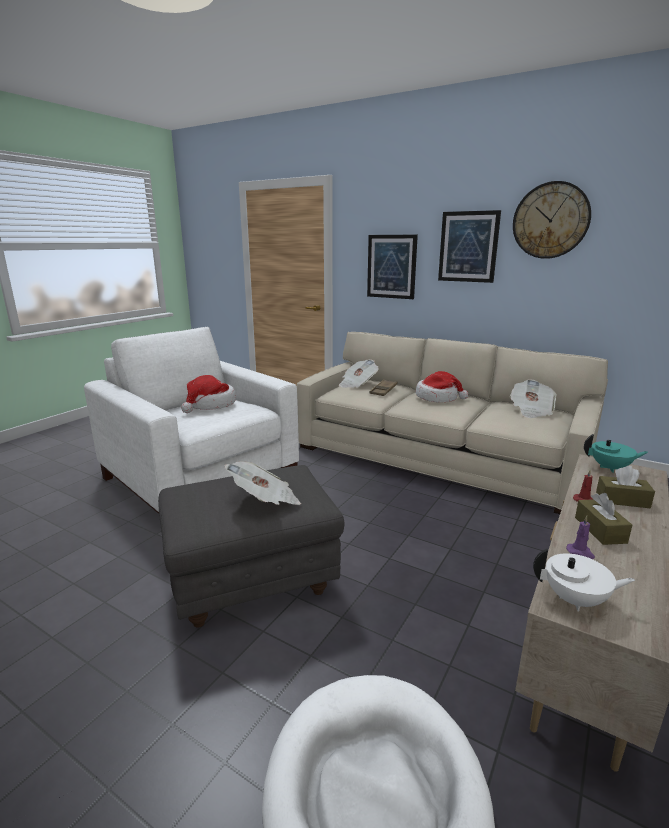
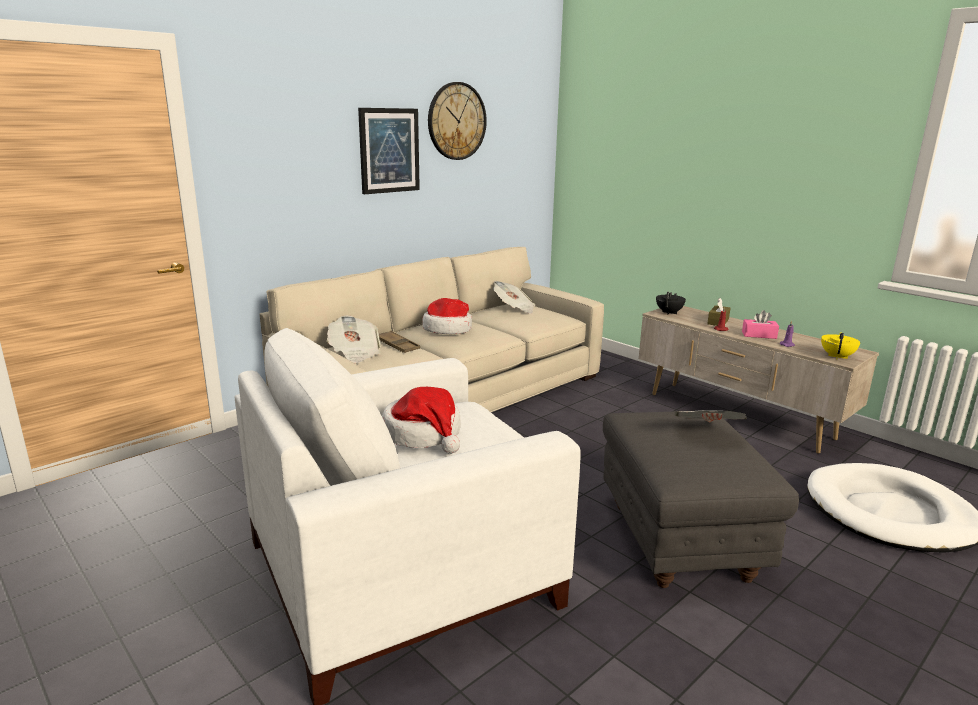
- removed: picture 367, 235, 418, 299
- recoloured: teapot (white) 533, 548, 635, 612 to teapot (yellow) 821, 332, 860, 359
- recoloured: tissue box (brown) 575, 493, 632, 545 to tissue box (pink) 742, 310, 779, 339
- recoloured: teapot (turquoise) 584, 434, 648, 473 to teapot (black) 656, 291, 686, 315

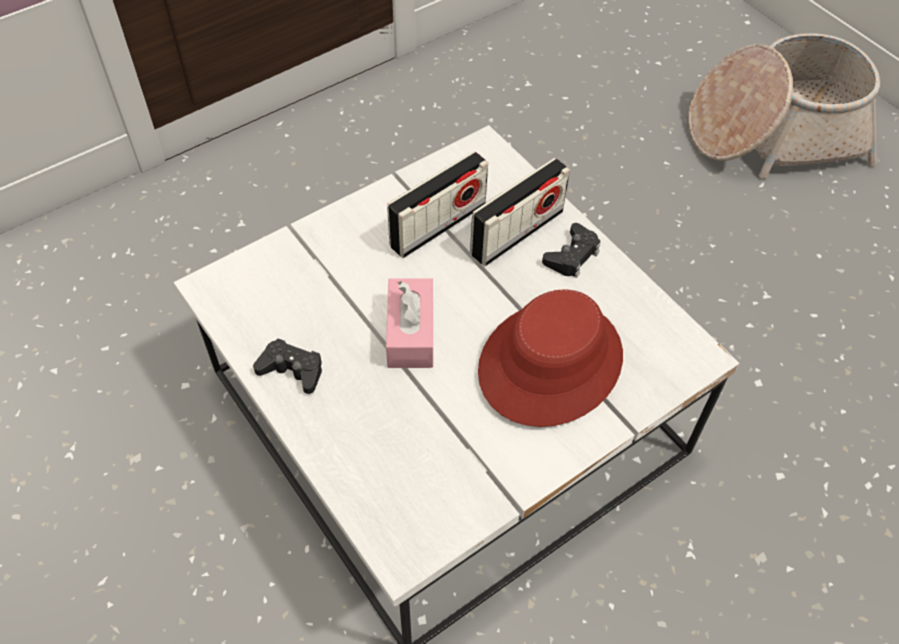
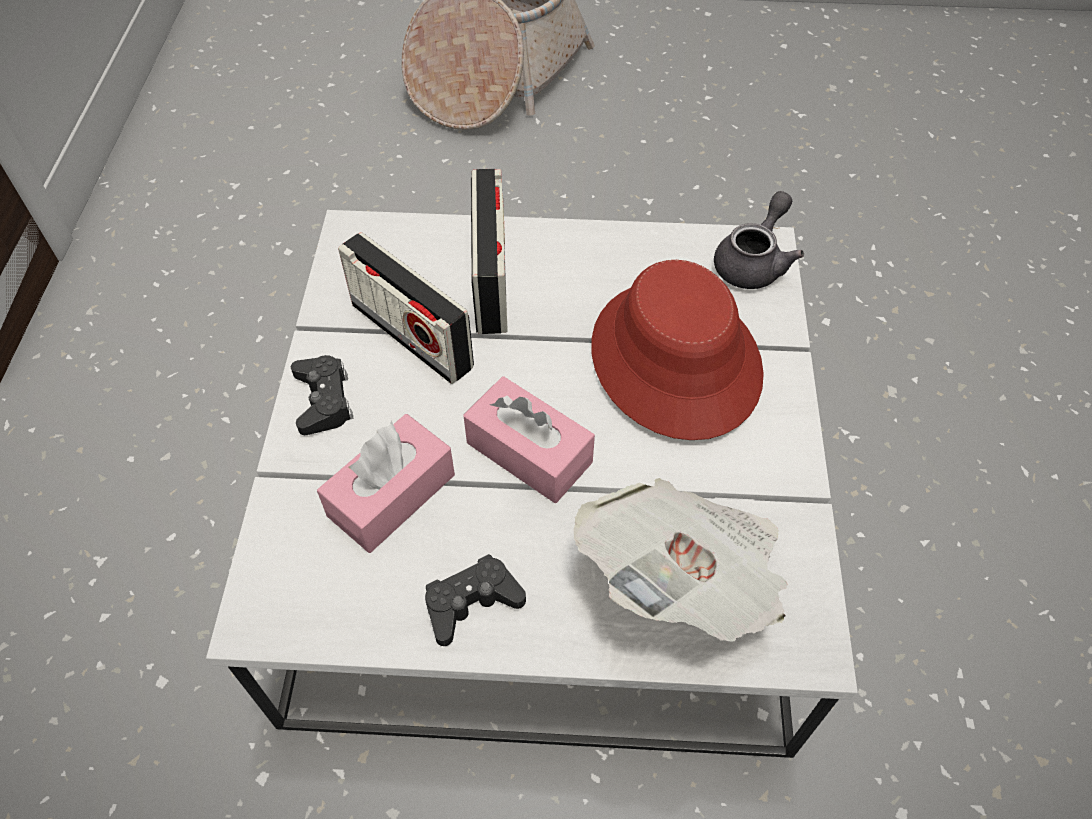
- added: tissue box (pink) 317, 414, 455, 553
- added: newspaper 574, 478, 788, 642
- added: teapot (grey) 714, 191, 804, 289
- moved: game controller (black) 542, 223, 600, 278 to 291, 355, 353, 435
- turned: radio 387, 151, 488, 258 = 338, 232, 474, 384 135 degrees clockwise

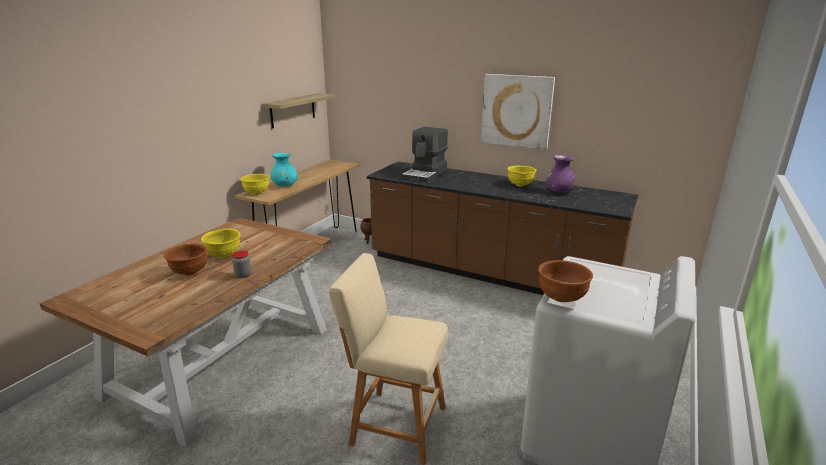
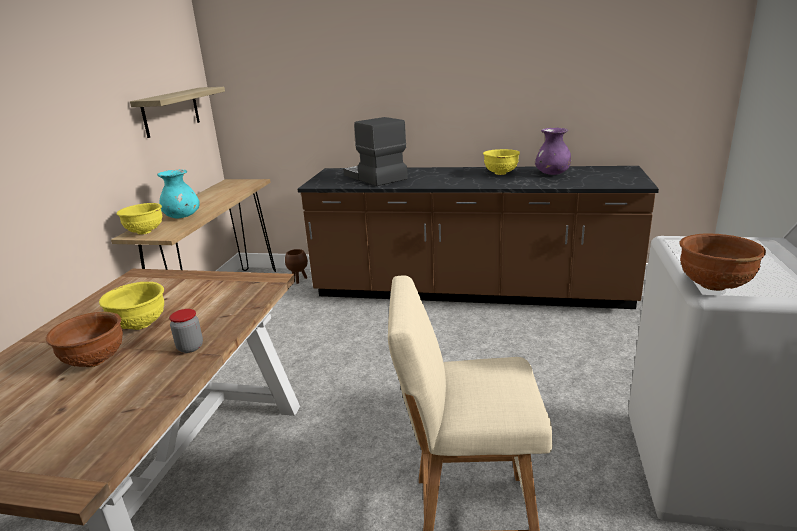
- removed: picture 481, 74, 555, 150
- turned: coffee machine 402, 127, 448, 183 = 343, 117, 408, 186 135 degrees clockwise

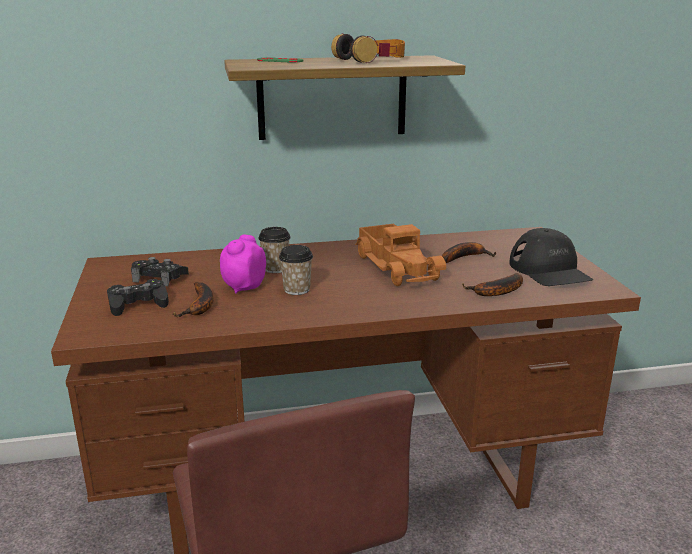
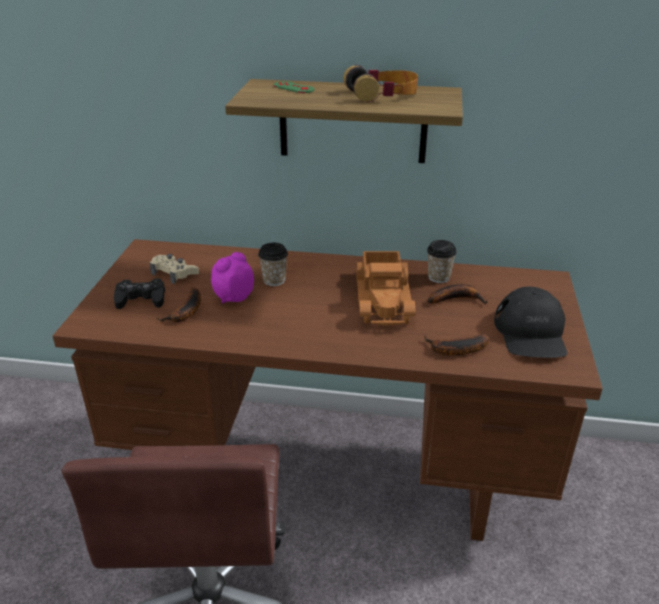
- moved: cup 279, 245, 313, 295 to 427, 240, 457, 283
- recoloured: game controller (black) 131, 257, 189, 286 to game controller (beige) 150, 254, 199, 284

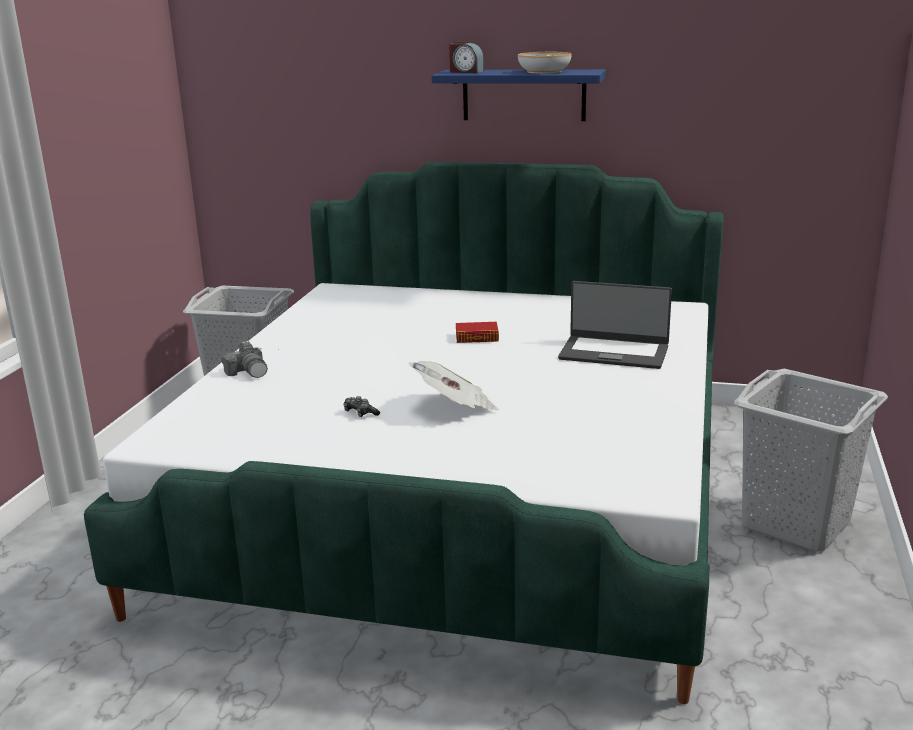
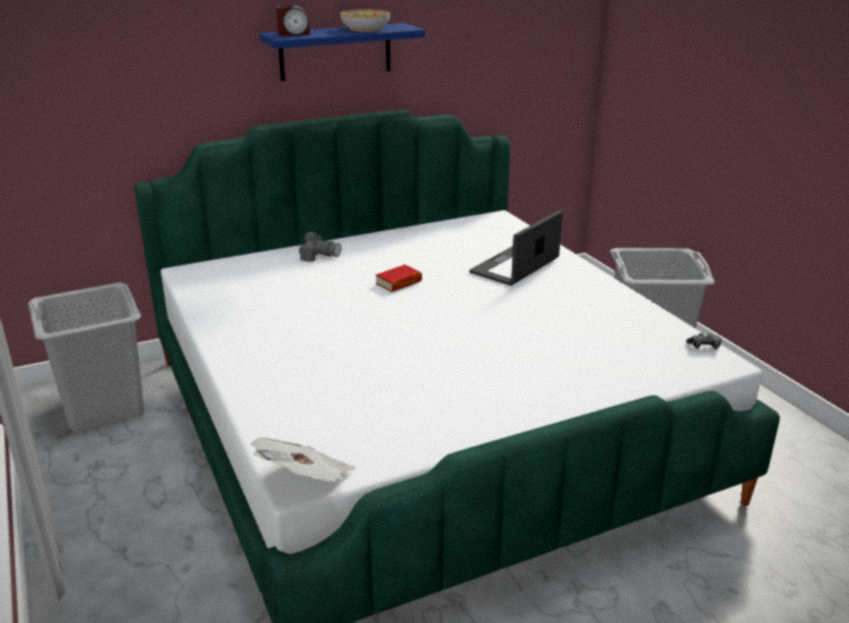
- moved: photo camera 221, 341, 268, 378 to 299, 232, 341, 262
- moved: game controller 343, 396, 380, 417 to 686, 333, 722, 350
- moved: newspaper 409, 361, 499, 410 to 251, 437, 355, 483
- turned: laptop 558, 281, 672, 369 = 469, 210, 563, 286 150 degrees clockwise

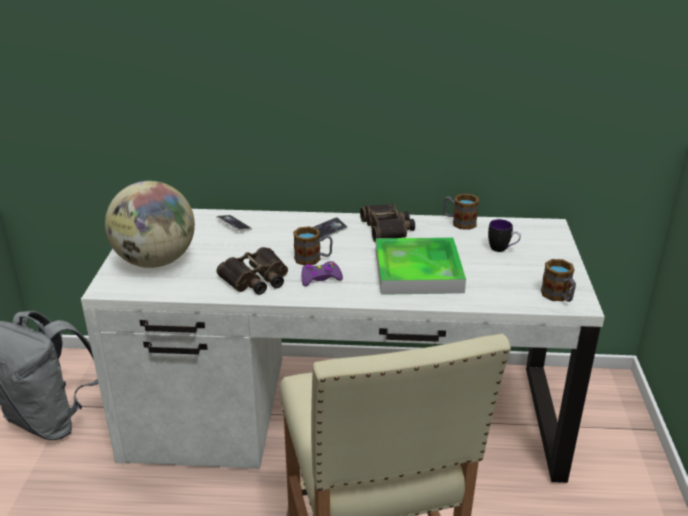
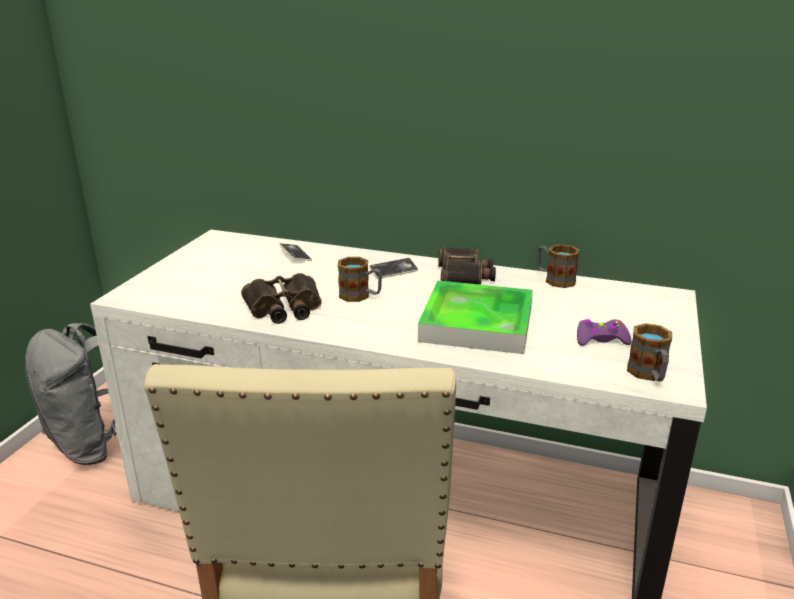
- removed: globe 105, 181, 195, 268
- removed: mug 488, 219, 521, 252
- moved: game controller (purple) 301, 261, 343, 286 to 577, 319, 632, 346

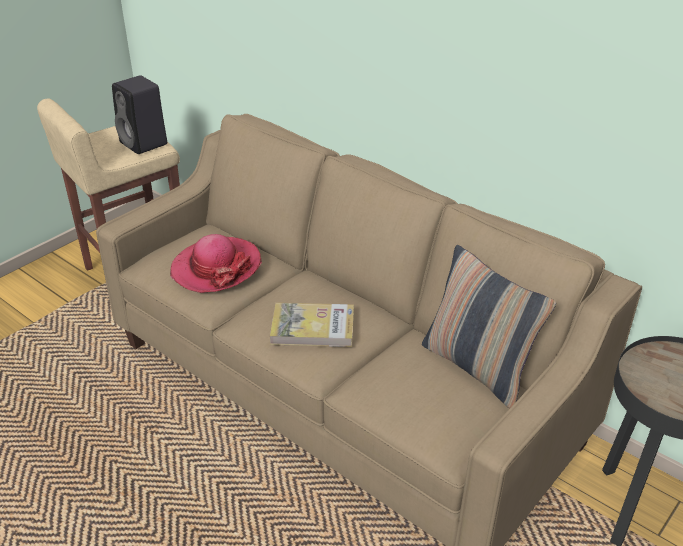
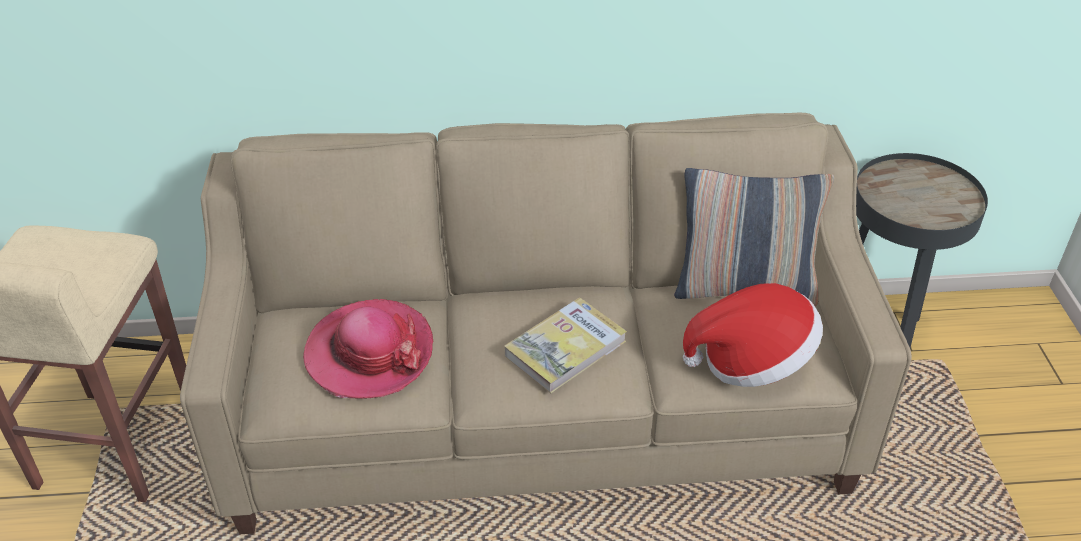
- removed: speaker (black) 112, 75, 167, 154
- added: hat 683, 283, 823, 387

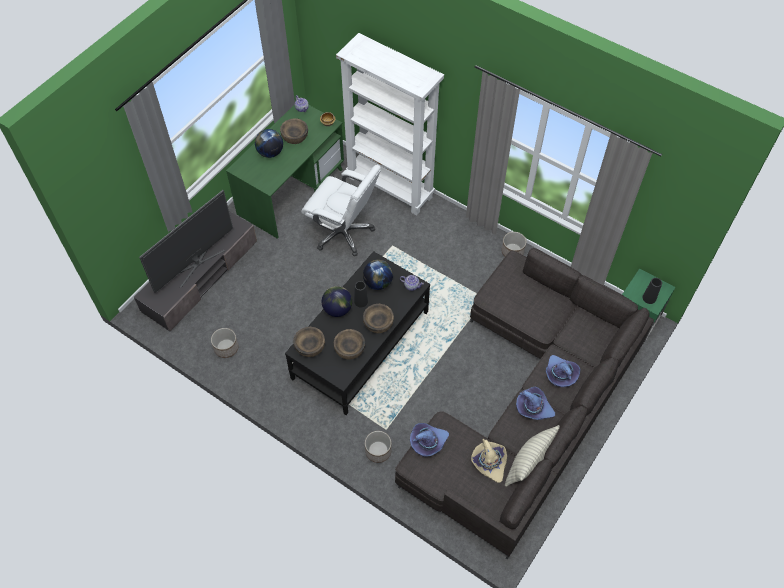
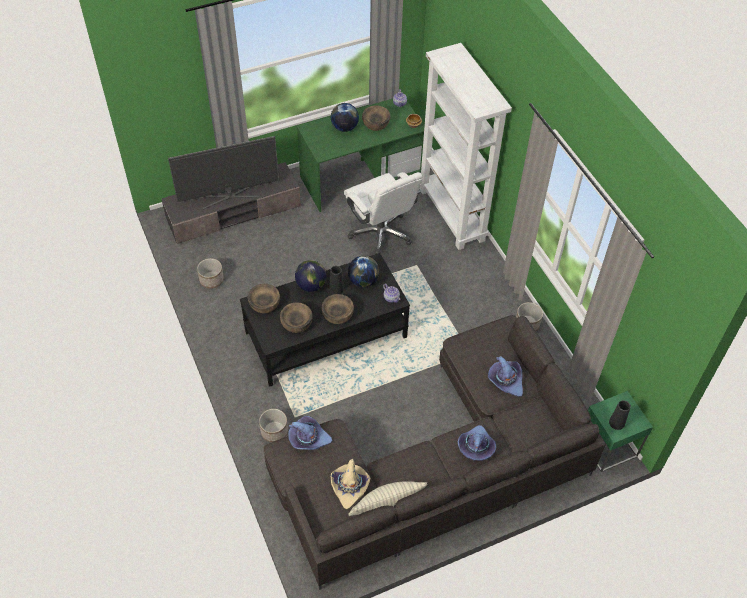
- moved: hat (purple) 516, 387, 555, 420 to 488, 356, 523, 397

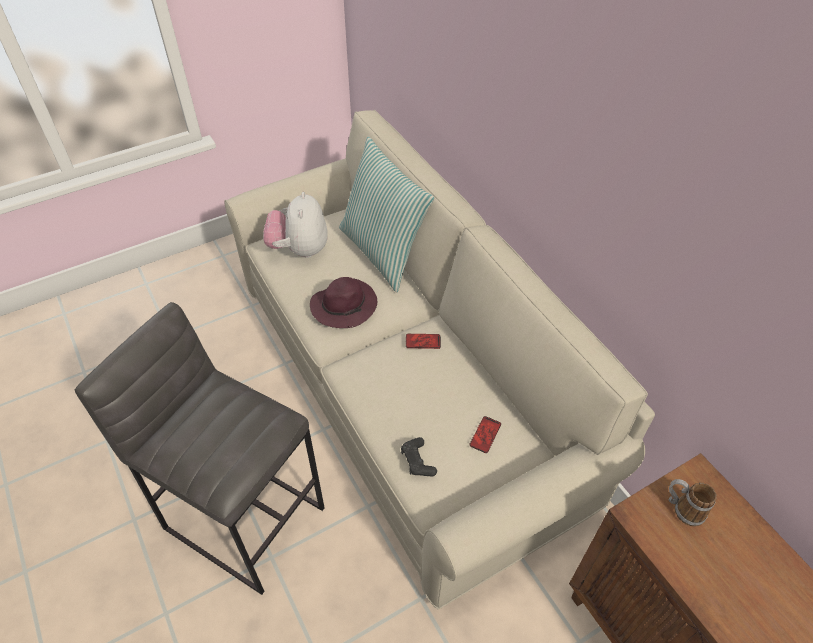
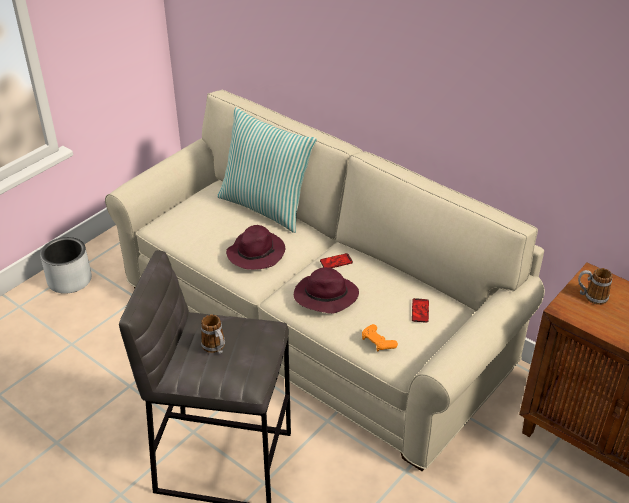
- removed: plush toy 263, 192, 328, 258
- added: planter (grey) 40, 237, 92, 294
- added: mug 201, 315, 225, 354
- added: hat (purple) 294, 267, 359, 314
- recoloured: game controller (black) 401, 437, 437, 476 to game controller (orange) 362, 324, 398, 351

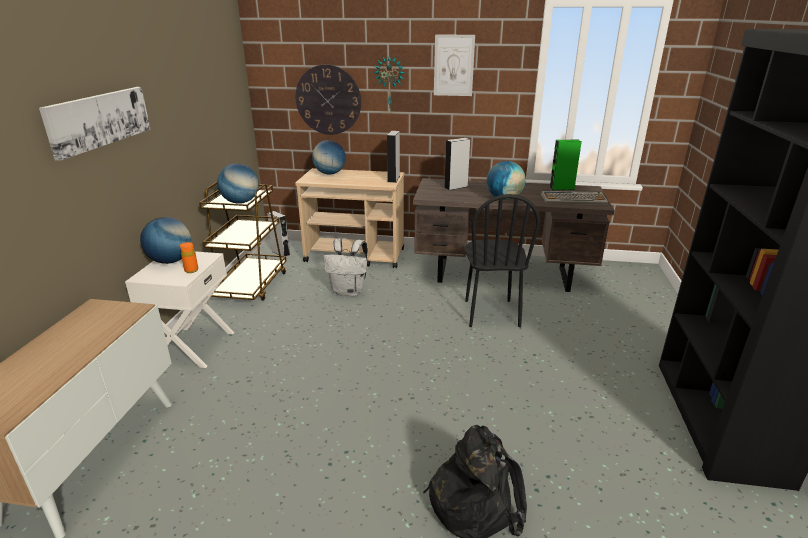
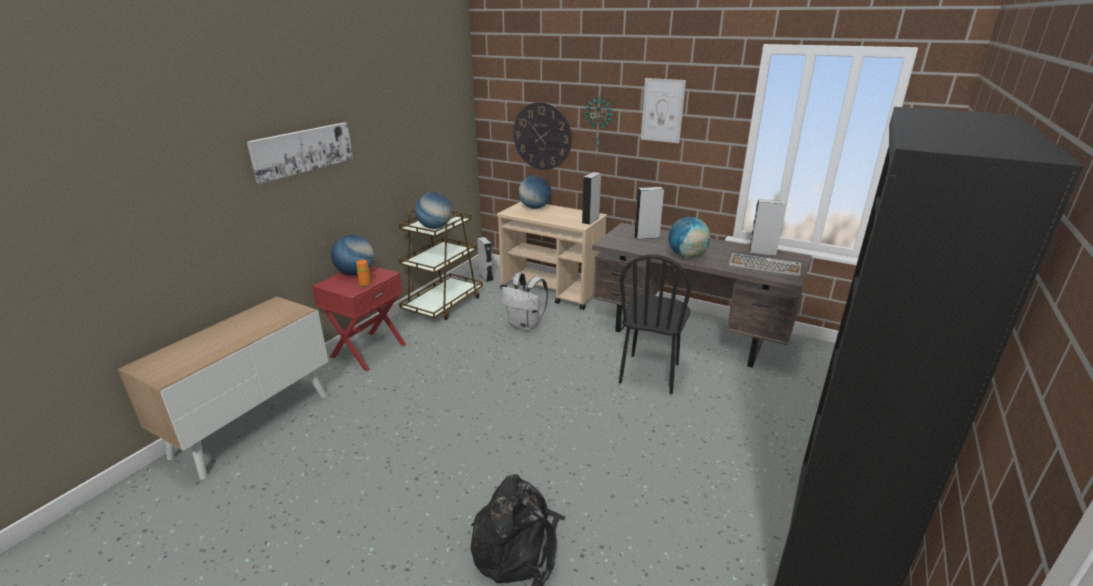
- recoloured: nightstand (white) 125, 252, 235, 368 to nightstand (red) 312, 265, 407, 371
- recoloured: speaker (green) 549, 140, 582, 190 to speaker (grey) 749, 199, 786, 256

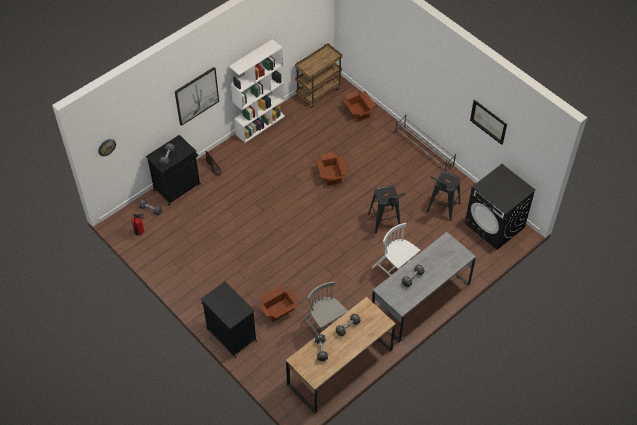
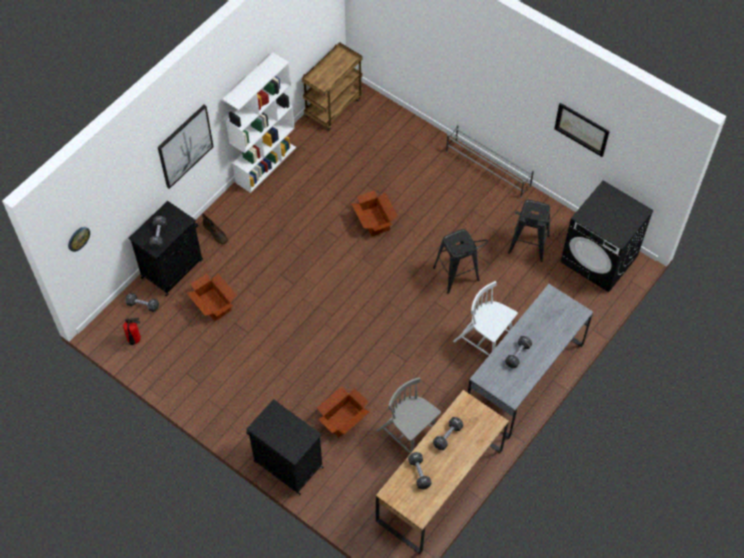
- moved: cardboard box 342, 90, 376, 122 to 187, 273, 237, 321

